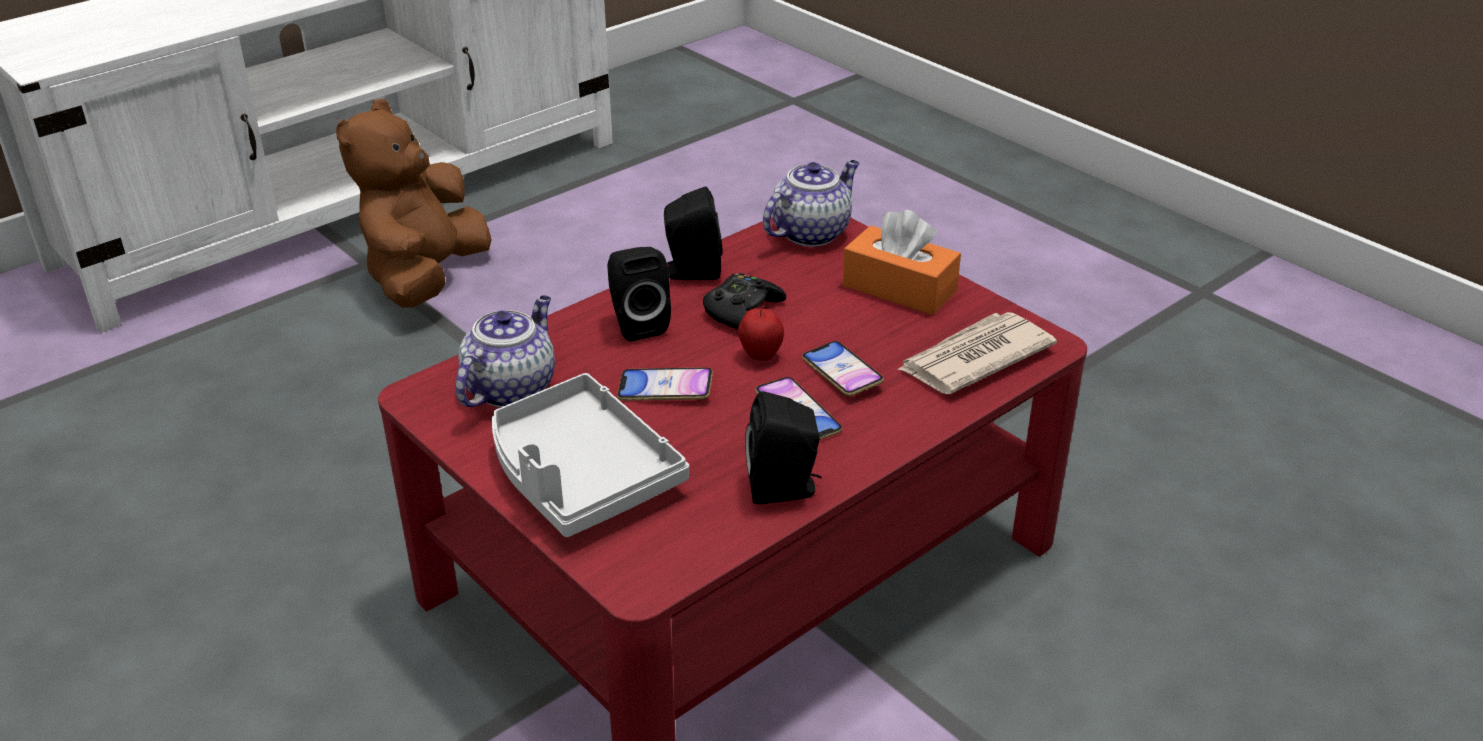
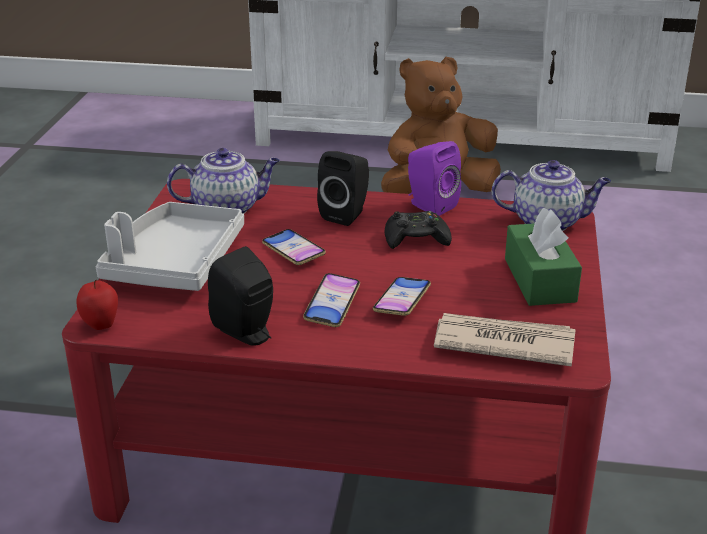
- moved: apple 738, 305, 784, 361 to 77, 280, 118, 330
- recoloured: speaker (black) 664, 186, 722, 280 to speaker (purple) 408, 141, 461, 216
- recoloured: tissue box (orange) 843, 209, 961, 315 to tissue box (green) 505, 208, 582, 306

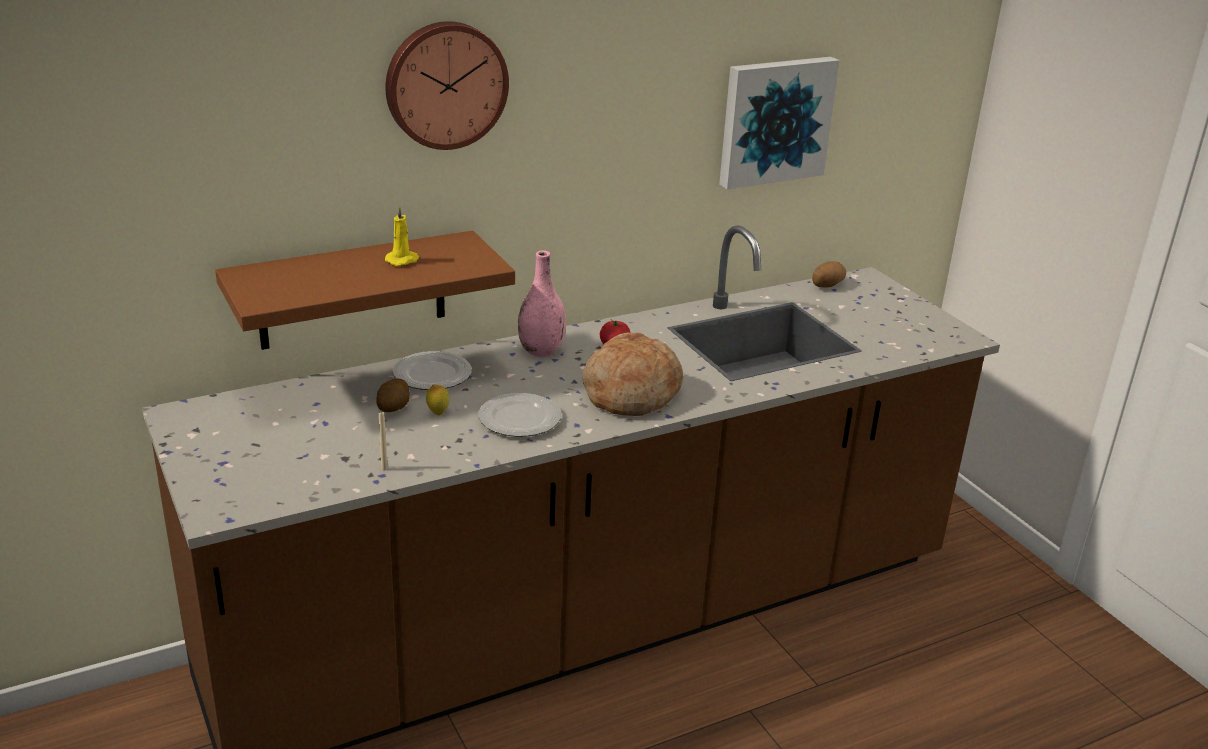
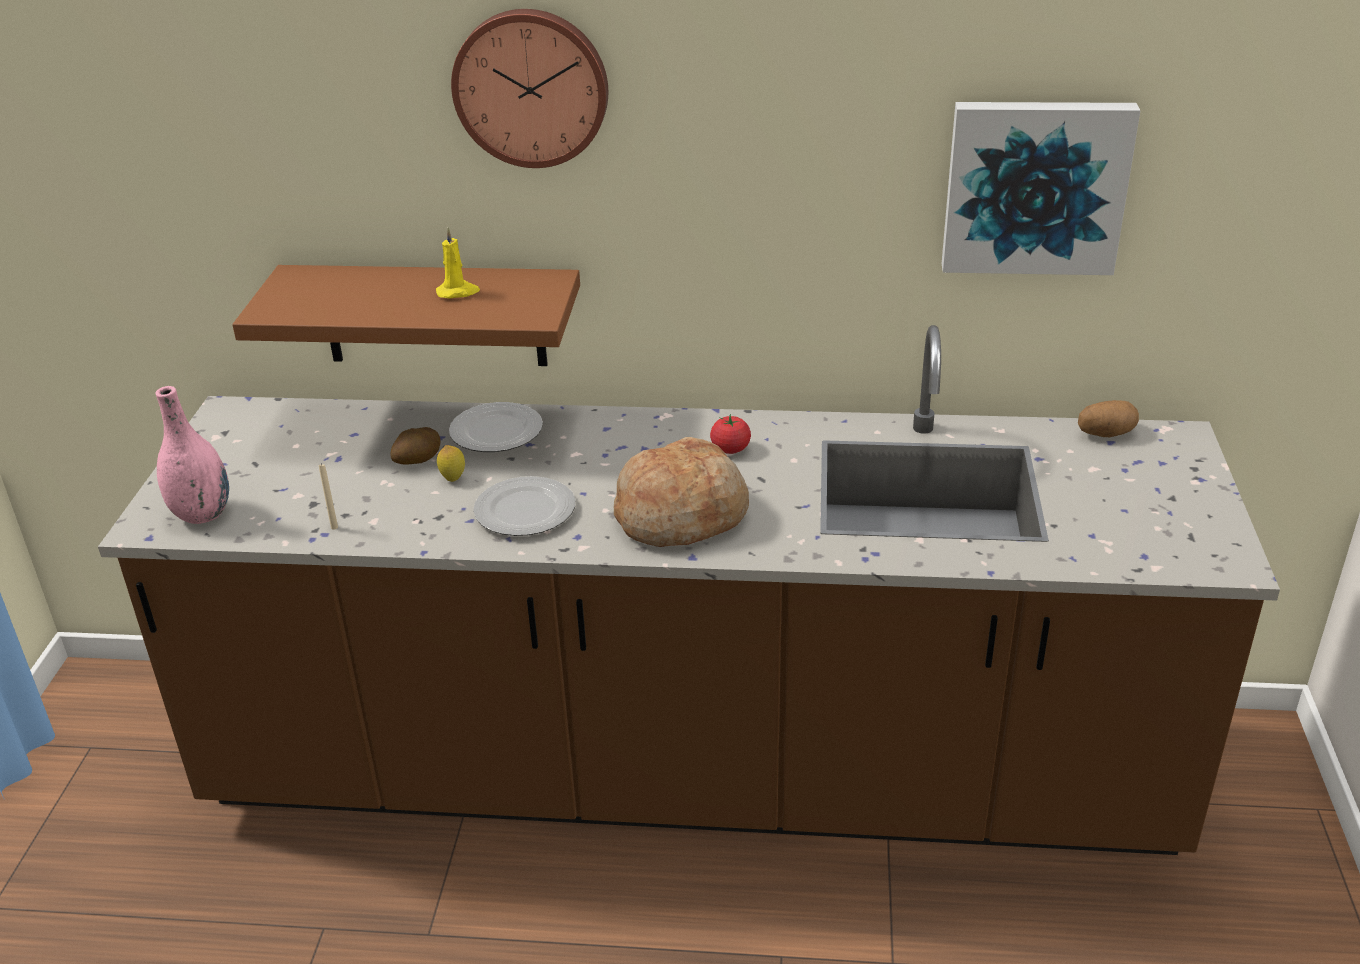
- moved: vase (pink) 518, 250, 566, 357 to 155, 386, 229, 524

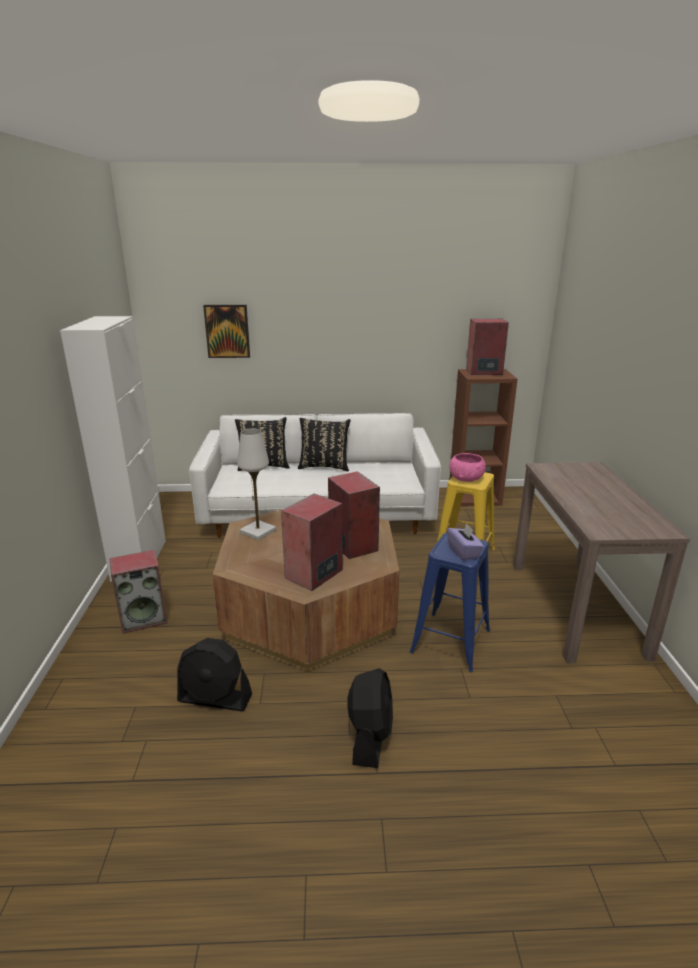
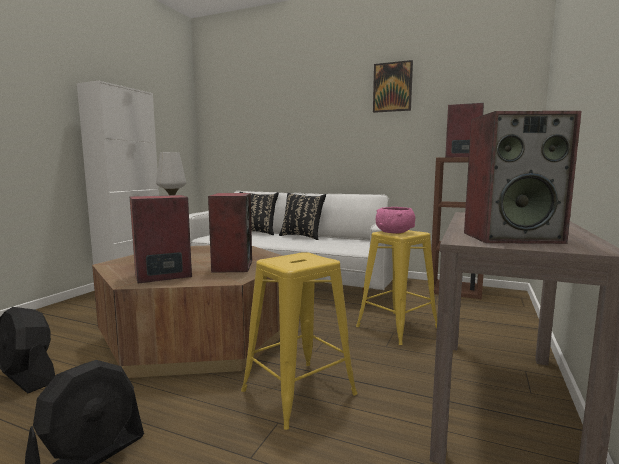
- removed: tissue box (purple) 447, 523, 484, 560
- moved: speaker 109, 550, 167, 634 to 464, 111, 582, 244
- moved: picture 203, 305, 250, 358 to 373, 60, 413, 113
- recoloured: stool (blue) 409, 533, 490, 672 to stool (yellow) 241, 252, 357, 430

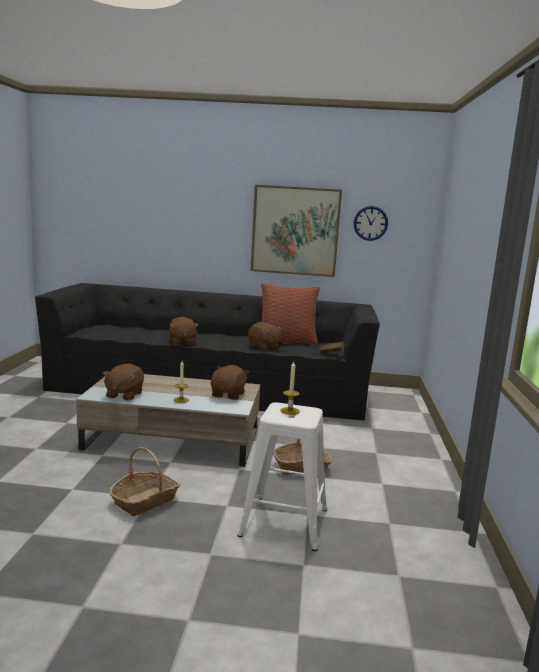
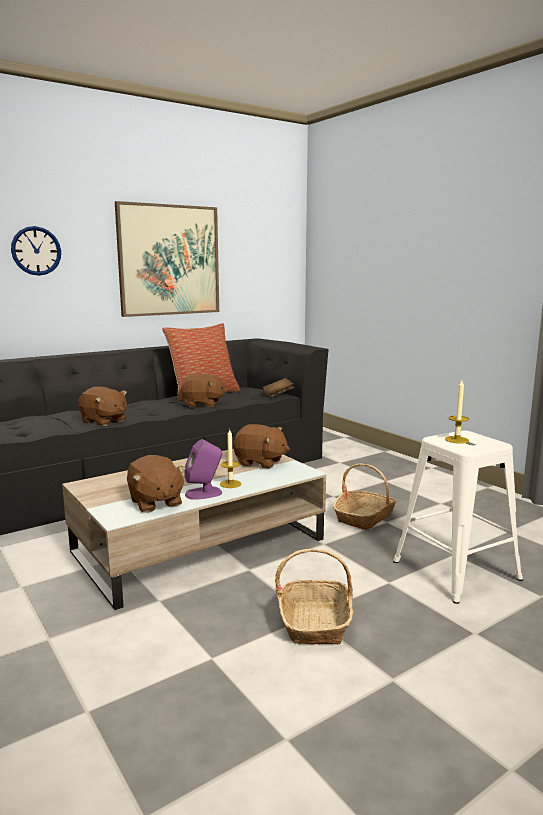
- added: speaker (purple) 184, 439, 222, 500
- moved: wall clock 354, 206, 388, 241 to 11, 226, 61, 276
- turned: plush toy (brown) 211, 365, 249, 400 = 233, 424, 290, 468 135 degrees clockwise

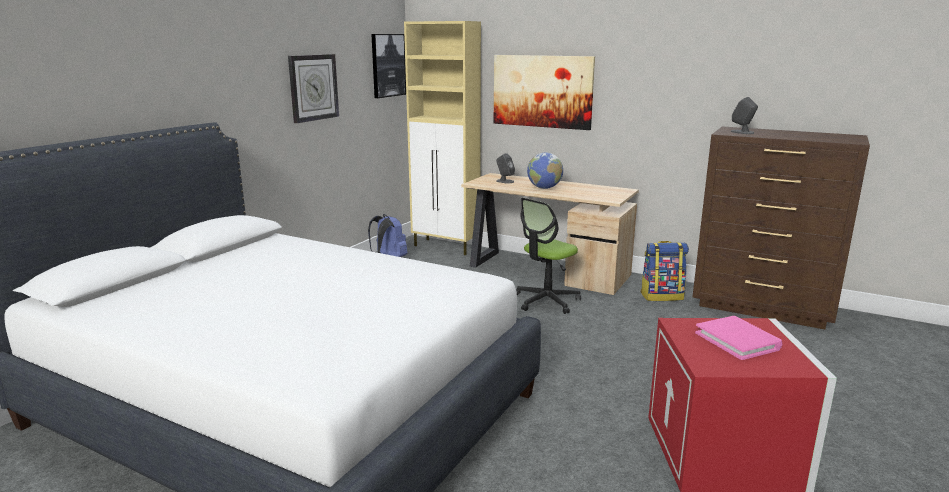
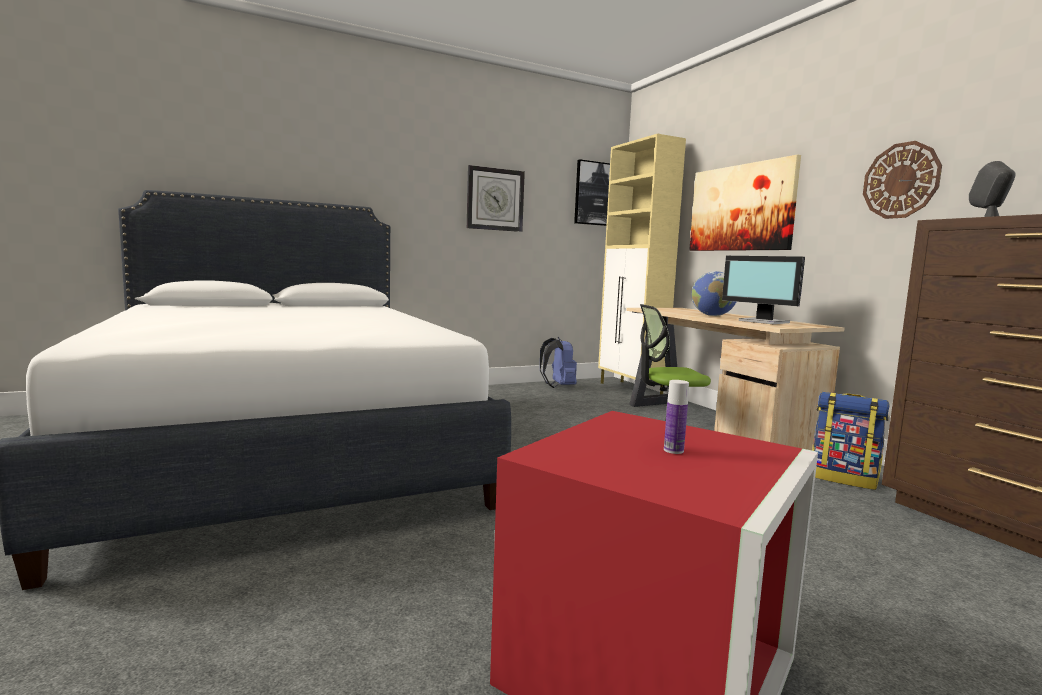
- removed: speaker (grey) 496, 153, 515, 184
- added: monitor 722, 256, 805, 324
- added: wall clock 863, 141, 942, 219
- replaced: book (pink) 695, 316, 782, 360 to bottle 664, 380, 689, 454

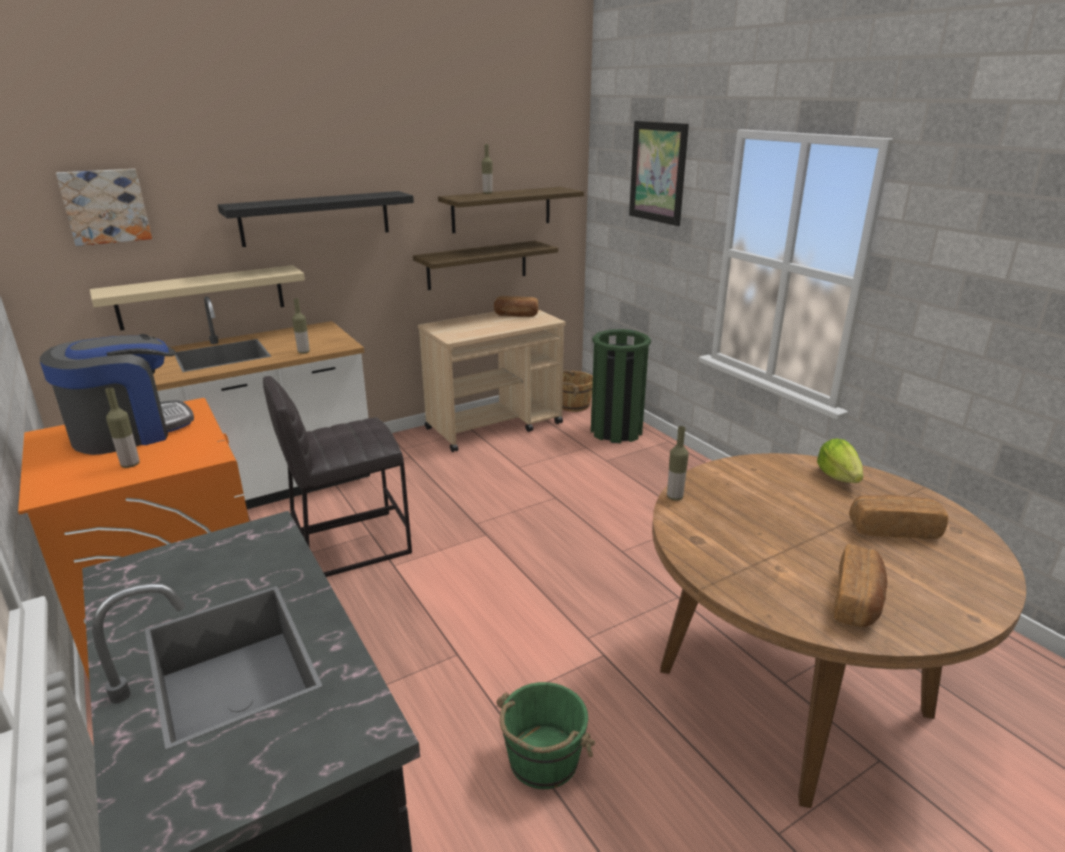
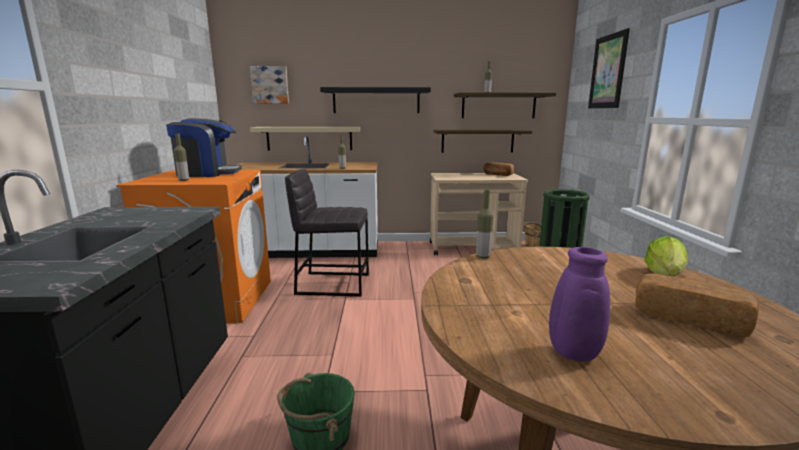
- replaced: bread 834, 544, 887, 627 to vase (purple) 549, 247, 610, 362

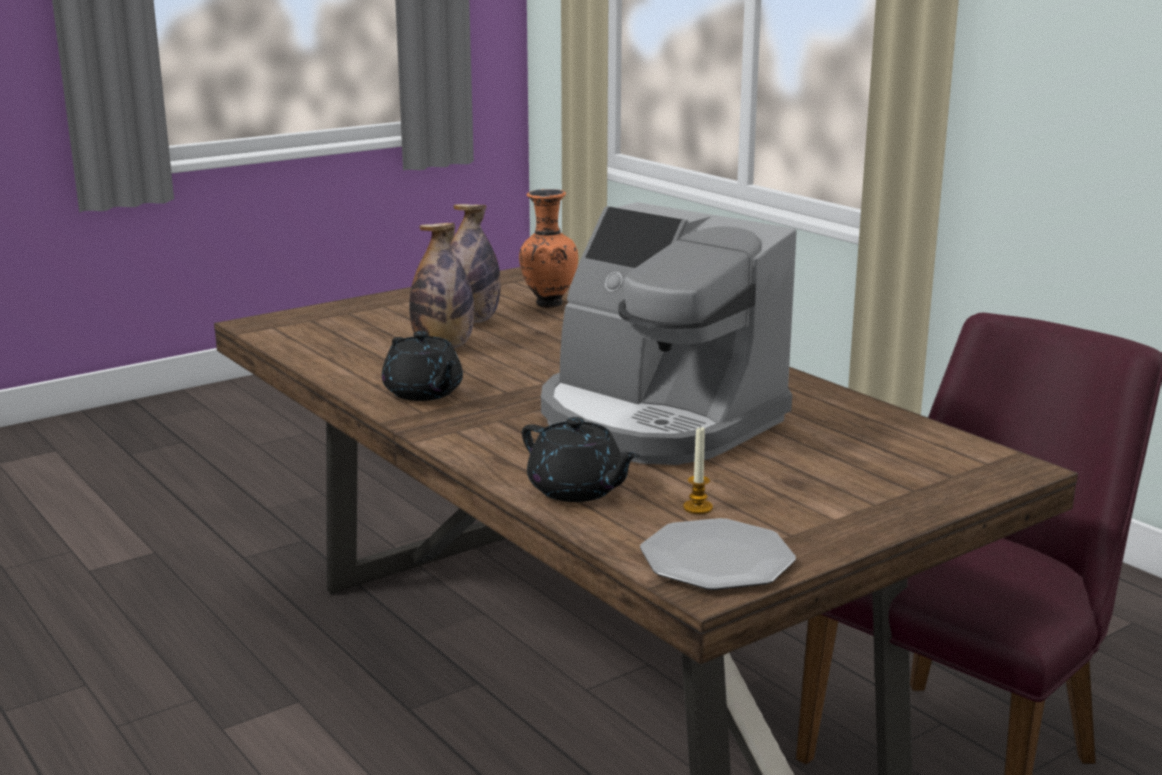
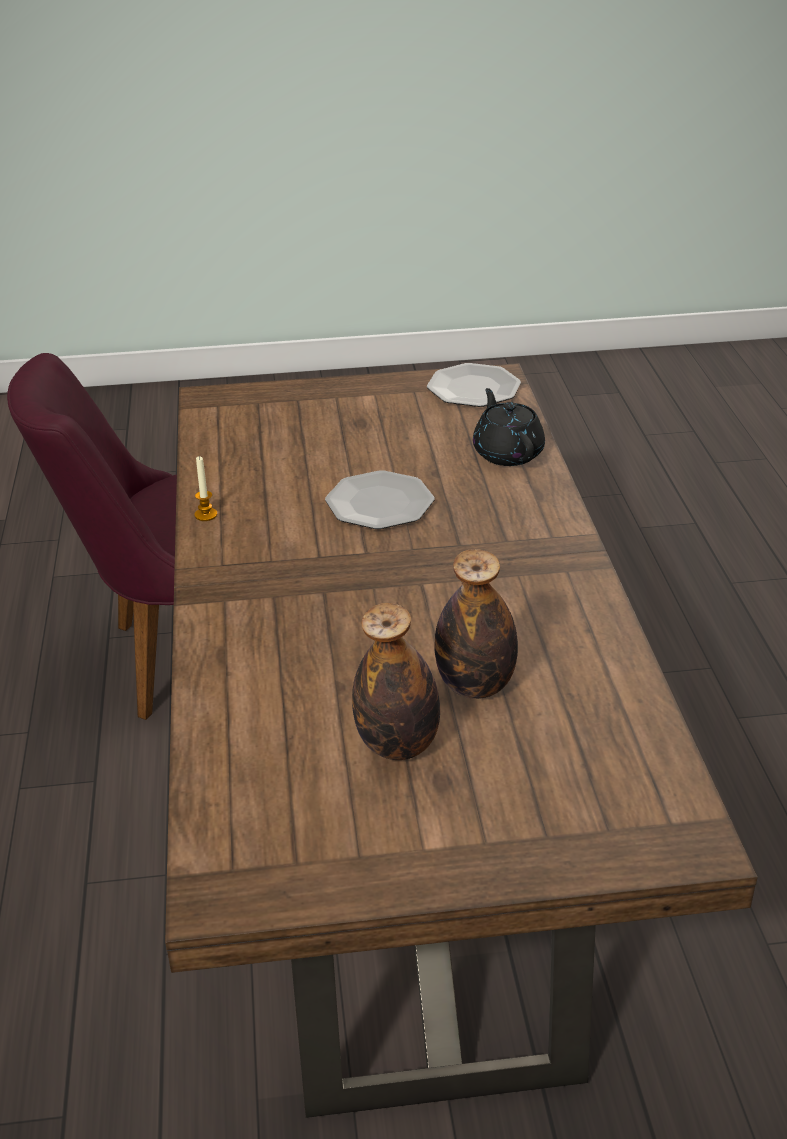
- removed: teapot (black) 382, 331, 463, 401
- removed: vase (orange) 519, 189, 578, 308
- moved: candle 683, 426, 713, 514 to 194, 456, 217, 521
- replaced: coffee machine 541, 202, 797, 465 to plate 325, 470, 434, 529

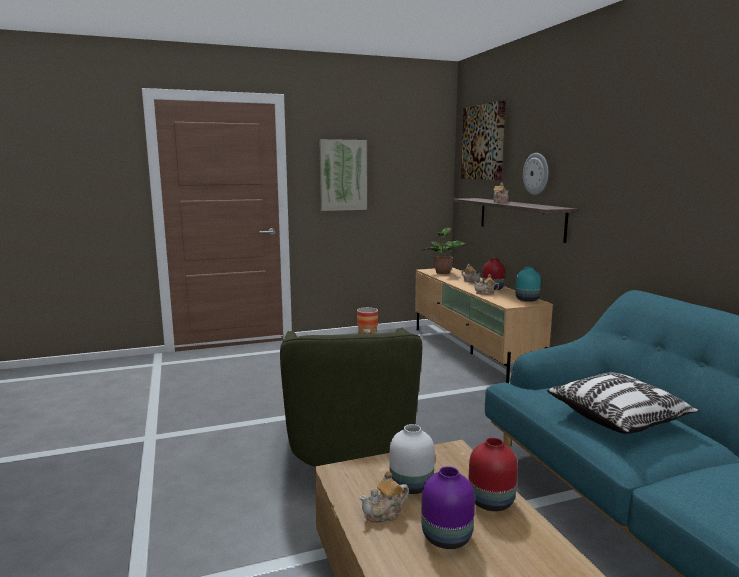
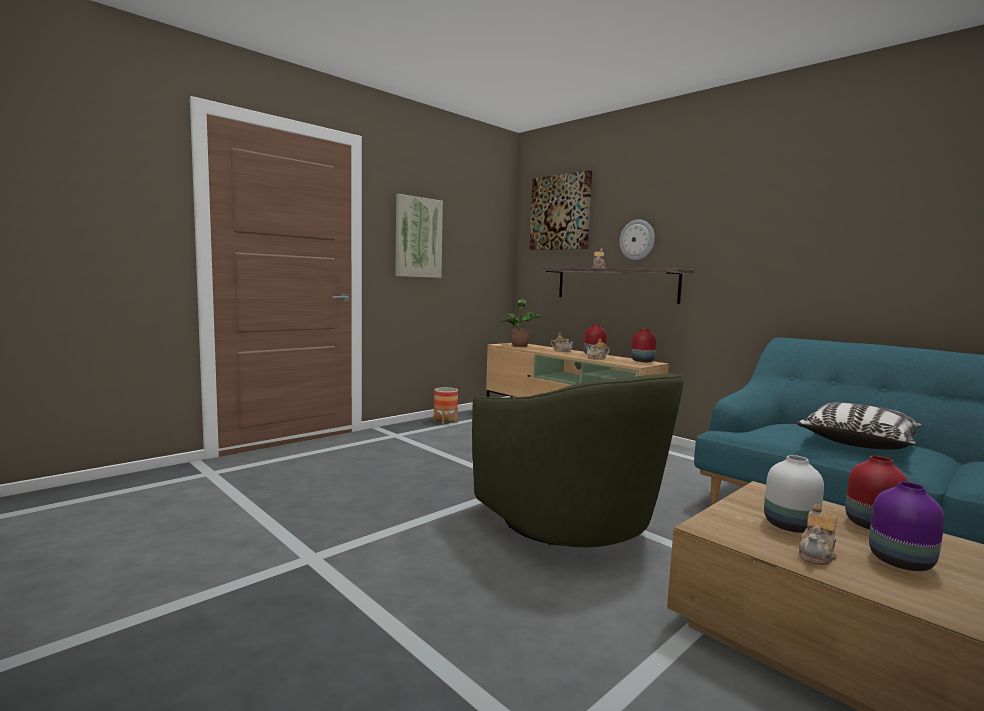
- recoloured: vase (turquoise) 516, 267, 541, 302 to vase (red) 631, 329, 656, 362

